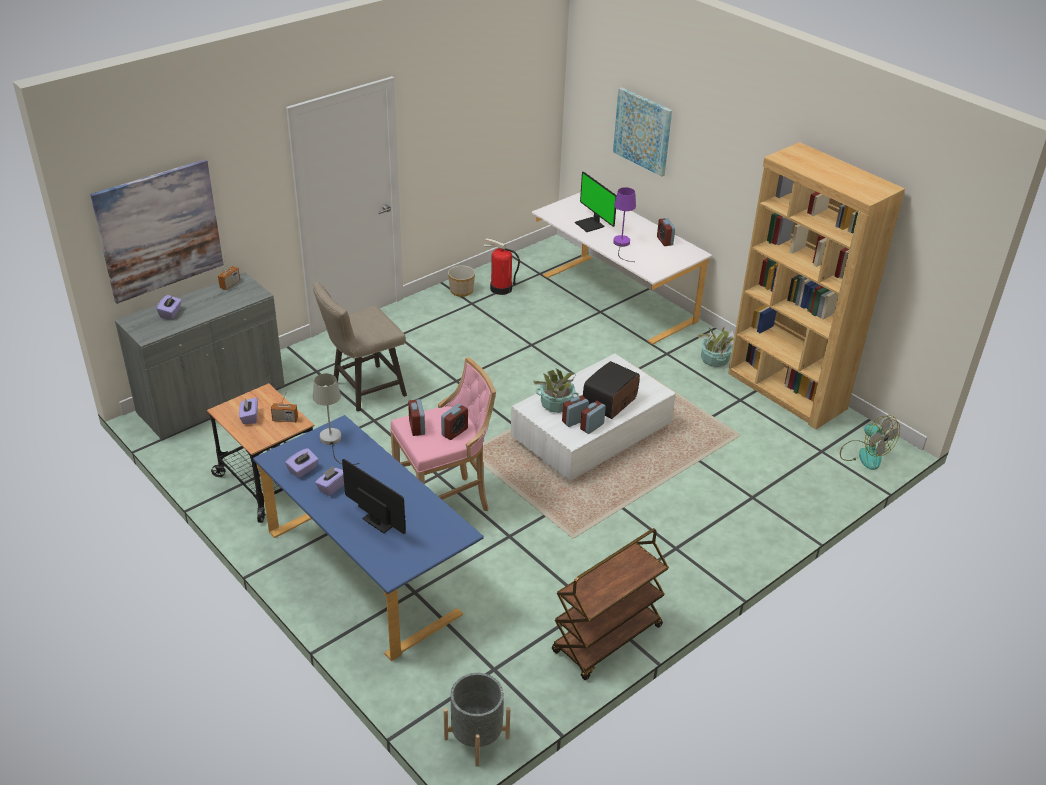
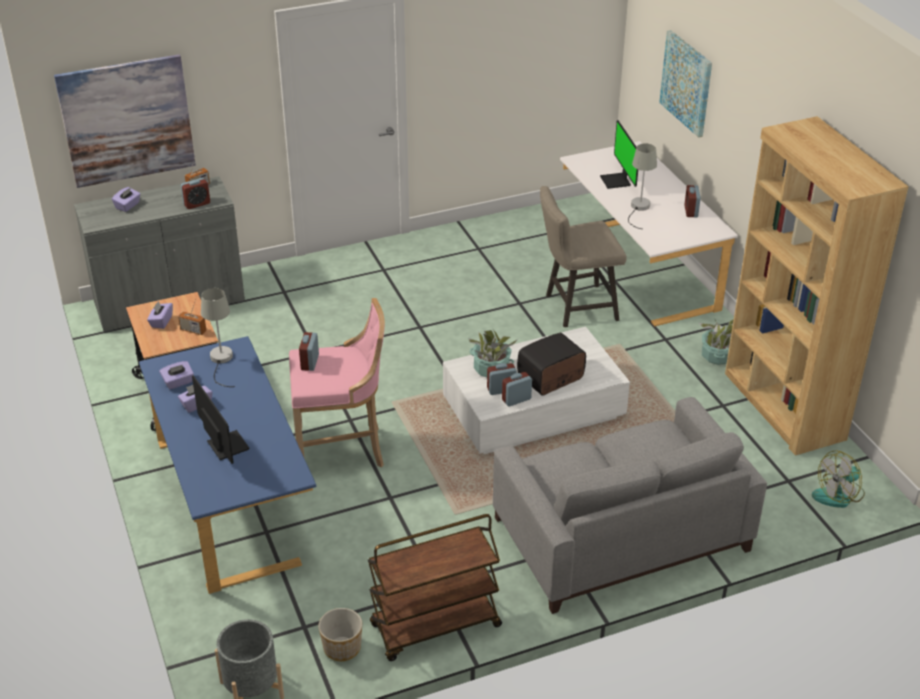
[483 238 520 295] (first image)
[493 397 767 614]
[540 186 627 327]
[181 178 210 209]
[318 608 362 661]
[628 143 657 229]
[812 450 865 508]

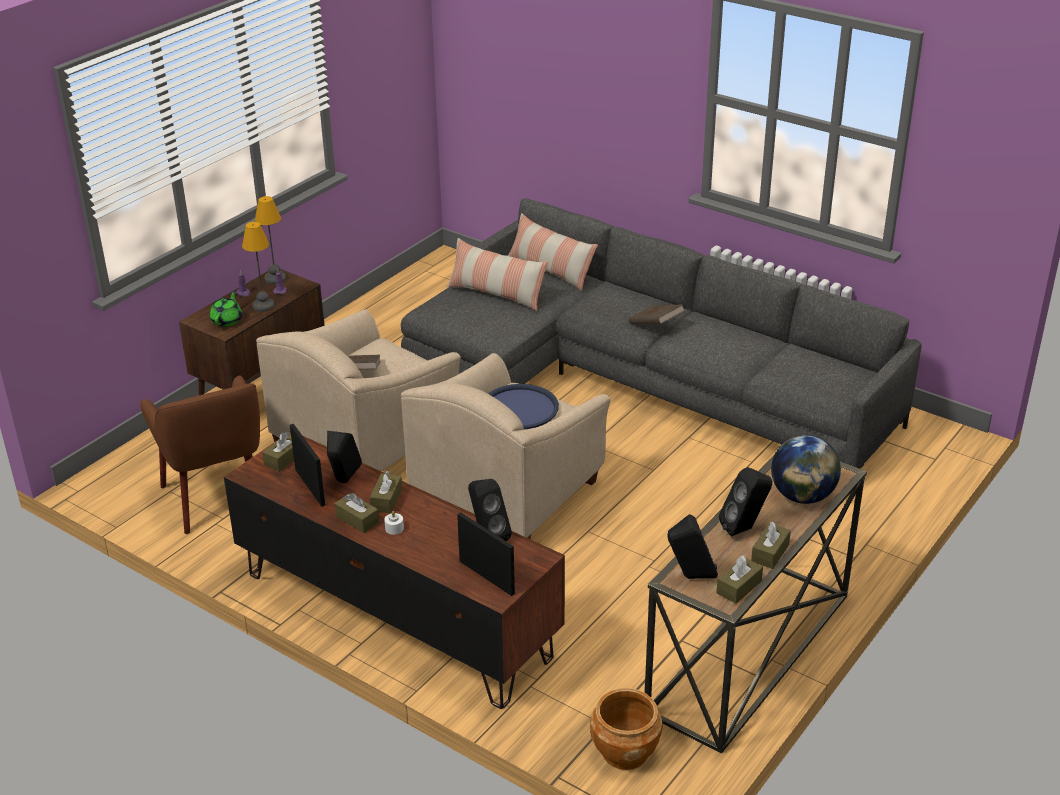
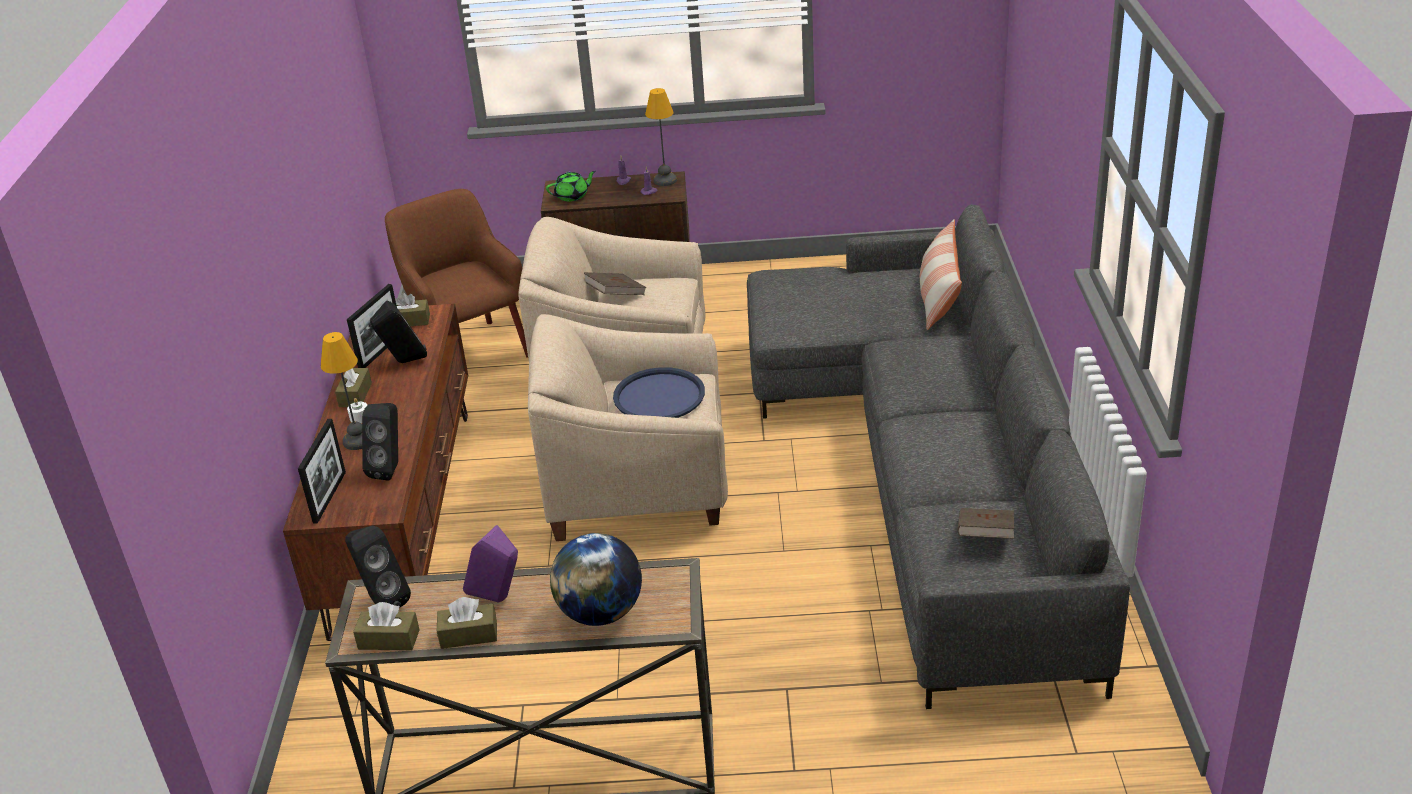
[370 471 402 513] (first image)
[447 238 548 311] (first image)
[590 688 663 770] (first image)
[321 332 362 450]
[957 508 1014 539]
[463 525 518 603]
[385 189 528 358]

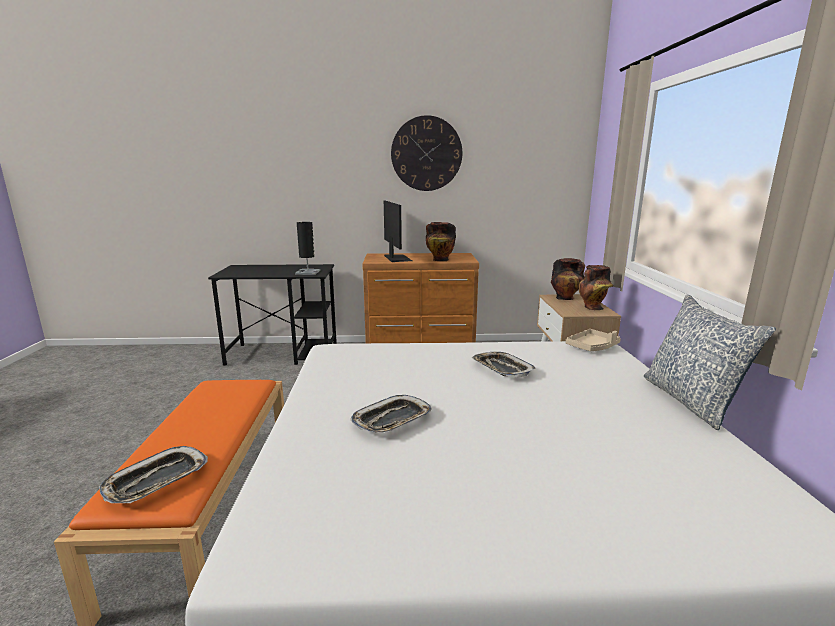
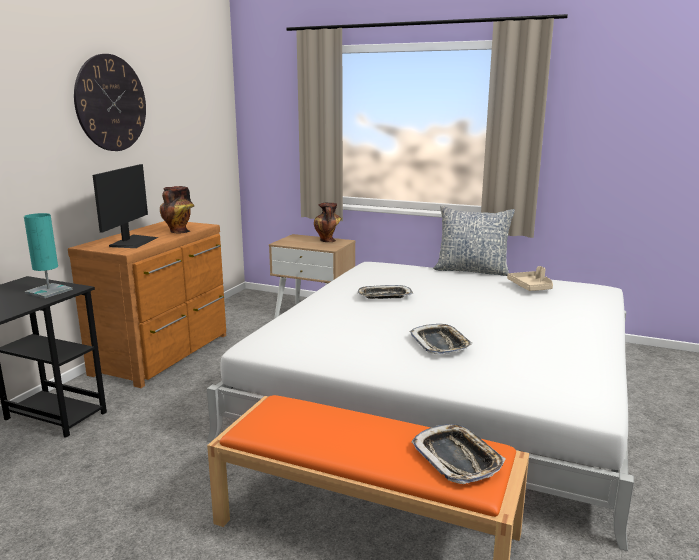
[551 258 585 300] (first image)
[507 266 553 291]
[24 213 73 298]
[93 164 159 248]

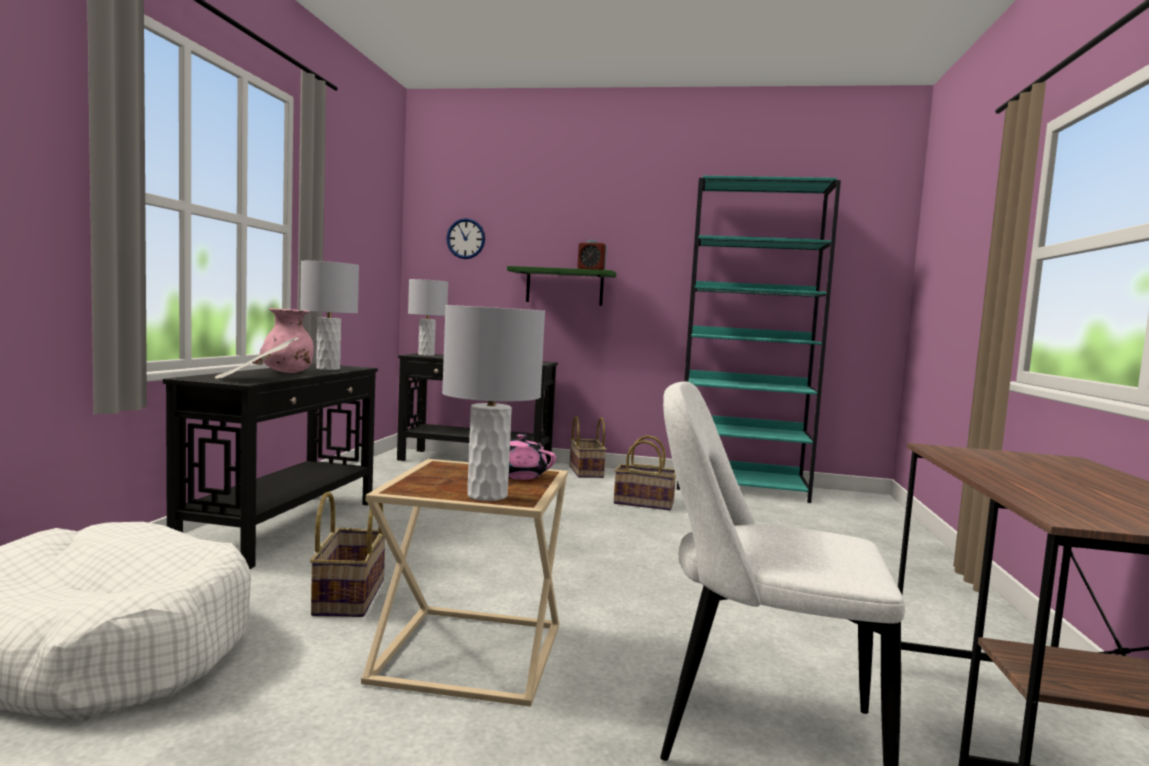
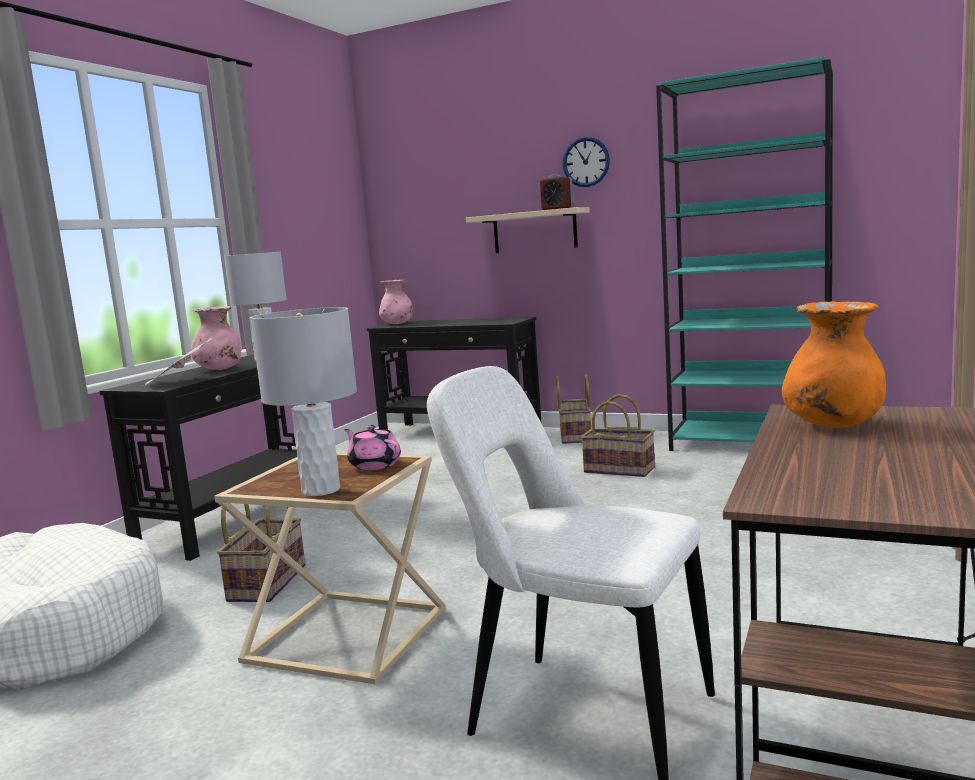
[782 302 886 428]
[563 137 610 187]
[379 279 413 324]
[466 207 590 253]

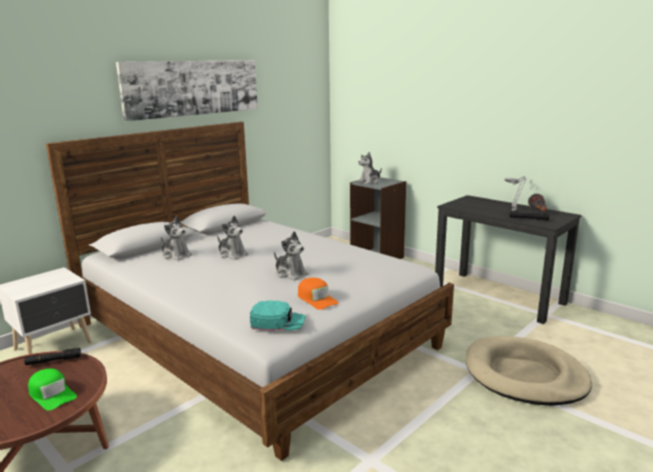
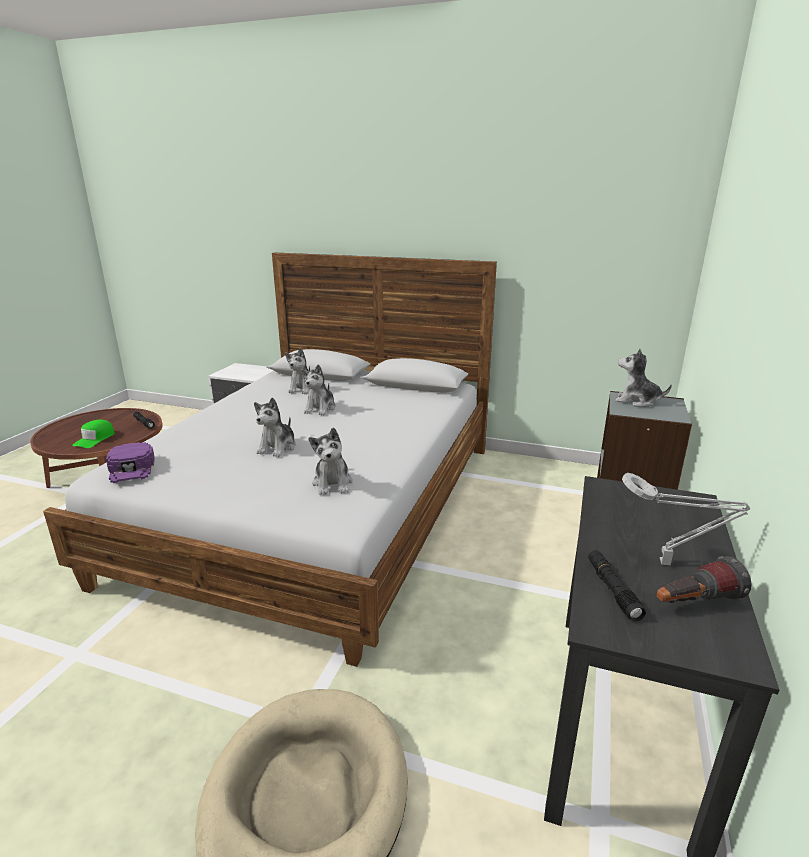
[116 60 258 121] (first image)
[298 278 339 310] (first image)
[309 427 353 495]
[106 442 155 483]

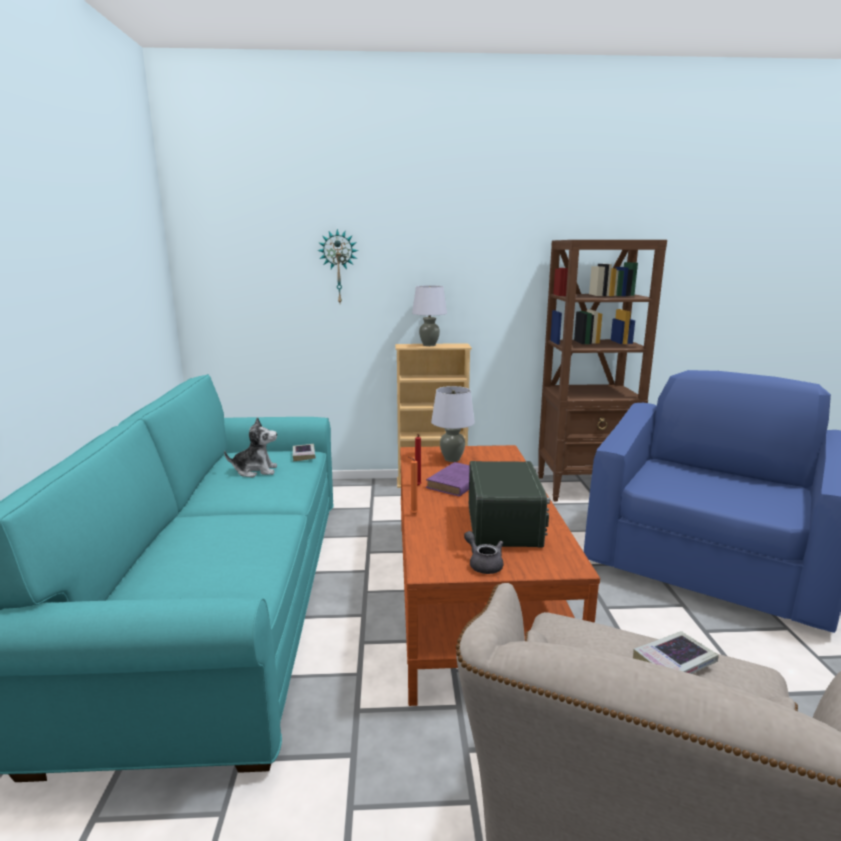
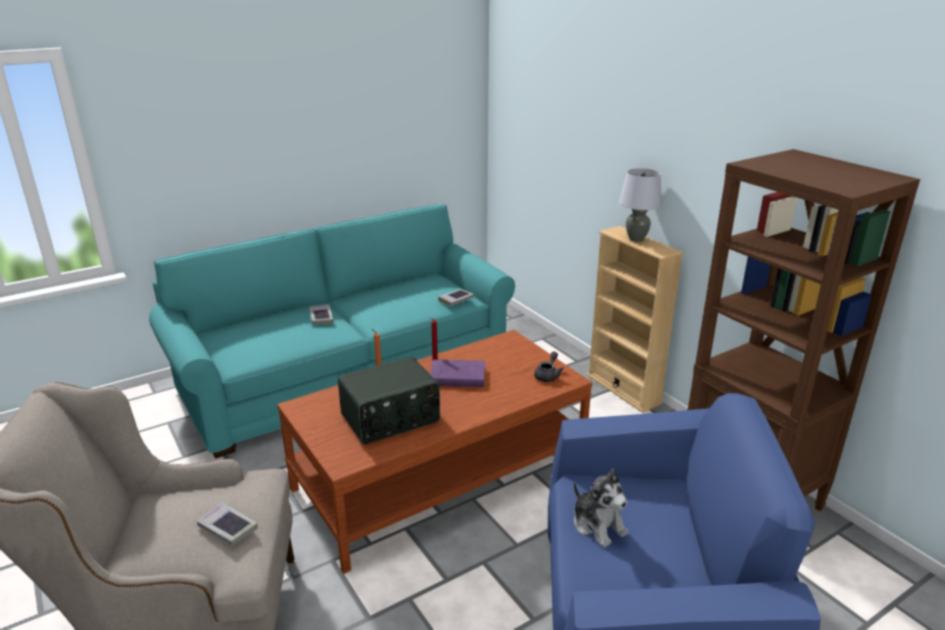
[317 229 359 303] (first image)
[431 386 475 462] (first image)
[309 304 333 324]
[573 469 629 547]
[534 351 564 382]

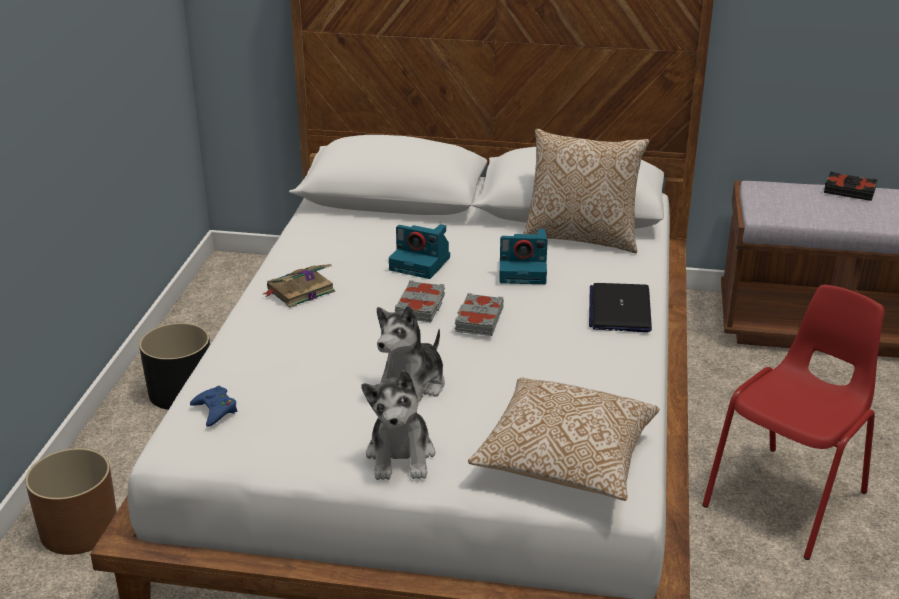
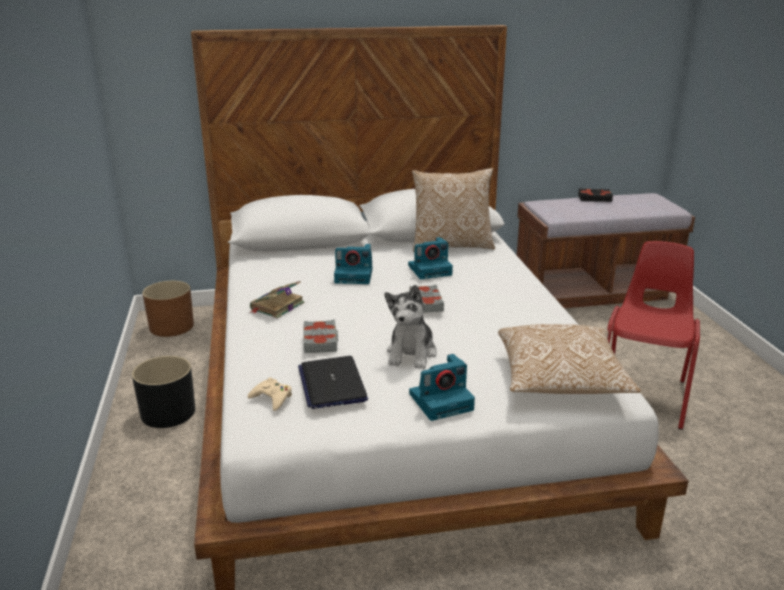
[143 281 194 337]
[303 320 338 353]
[298 356 368 409]
[409 354 475 421]
[247 377 292 411]

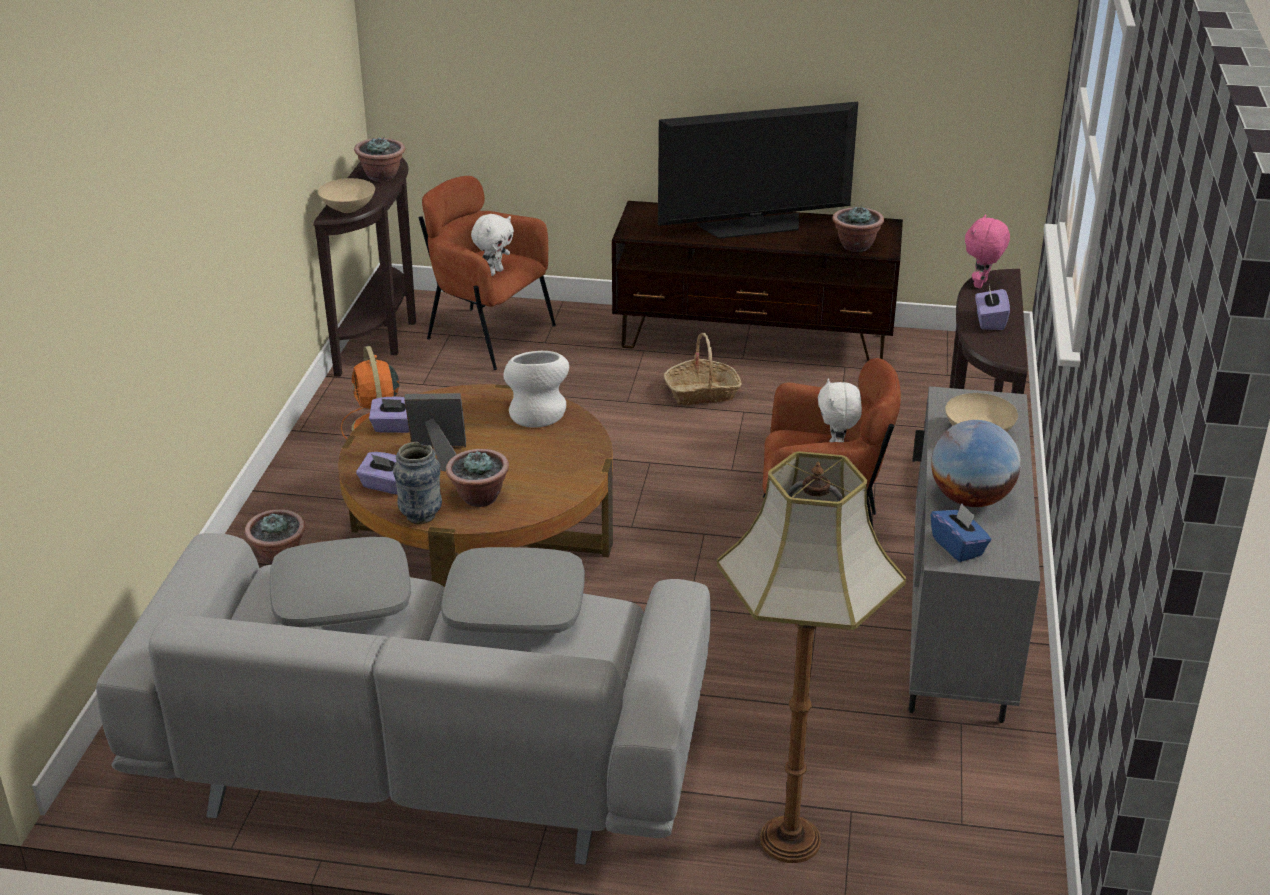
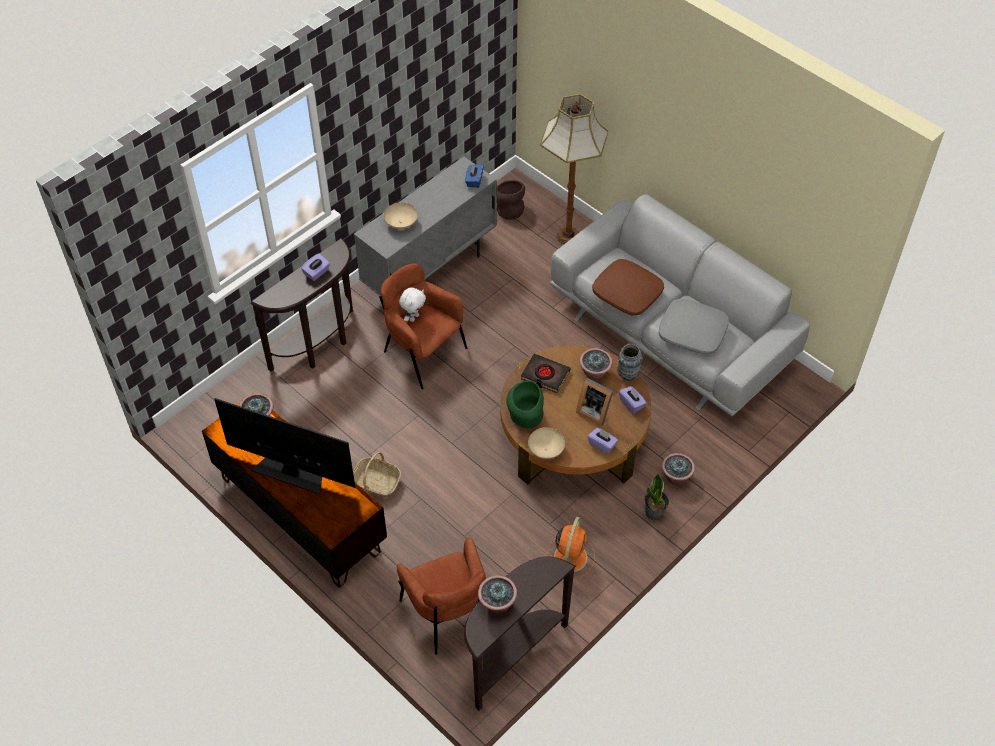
[471 214 514 276] (first image)
[931 420 1021 507] (first image)
[965 214 1010 288] (first image)
[497 180 525 220]
[521 354 570 393]
[644 474 669 520]
[528 427 565 459]
[592 259 664 316]
[506 380 544 428]

